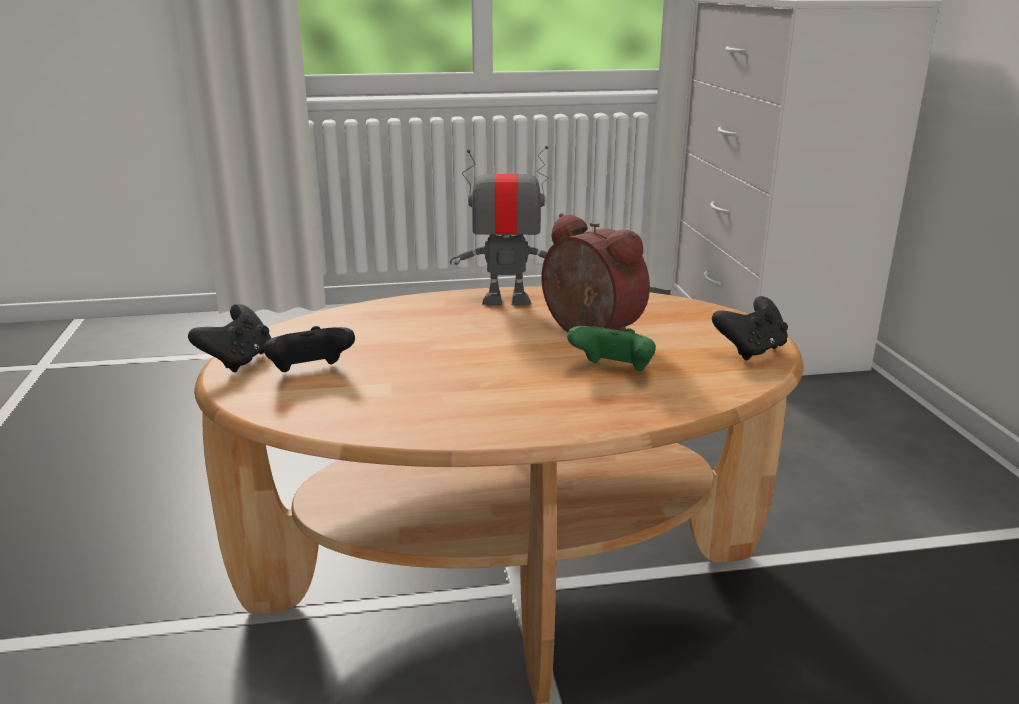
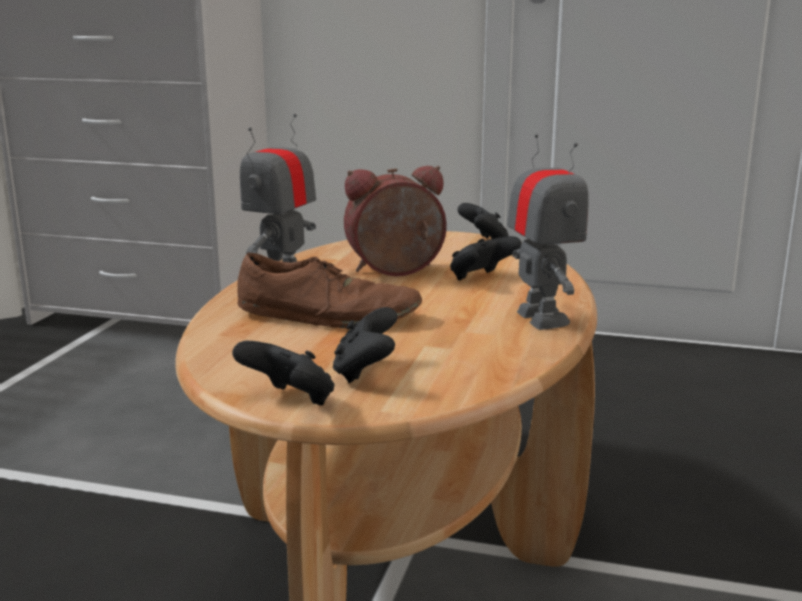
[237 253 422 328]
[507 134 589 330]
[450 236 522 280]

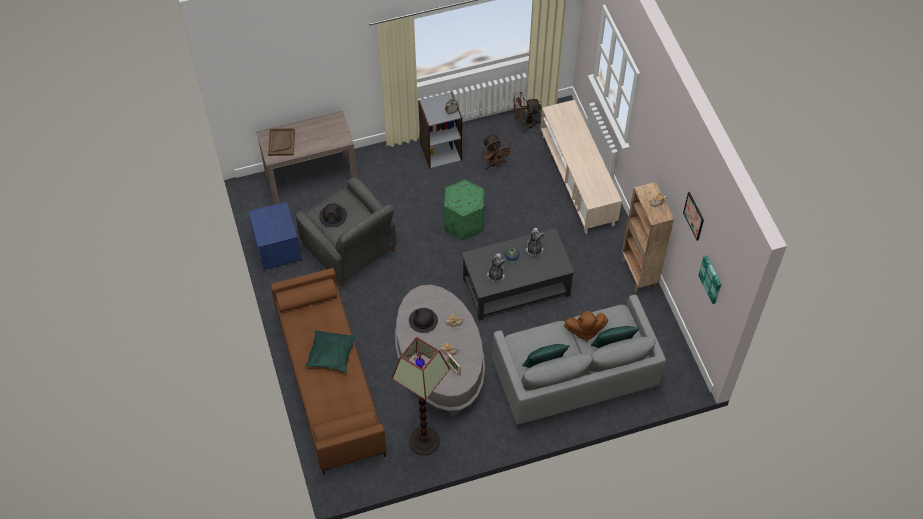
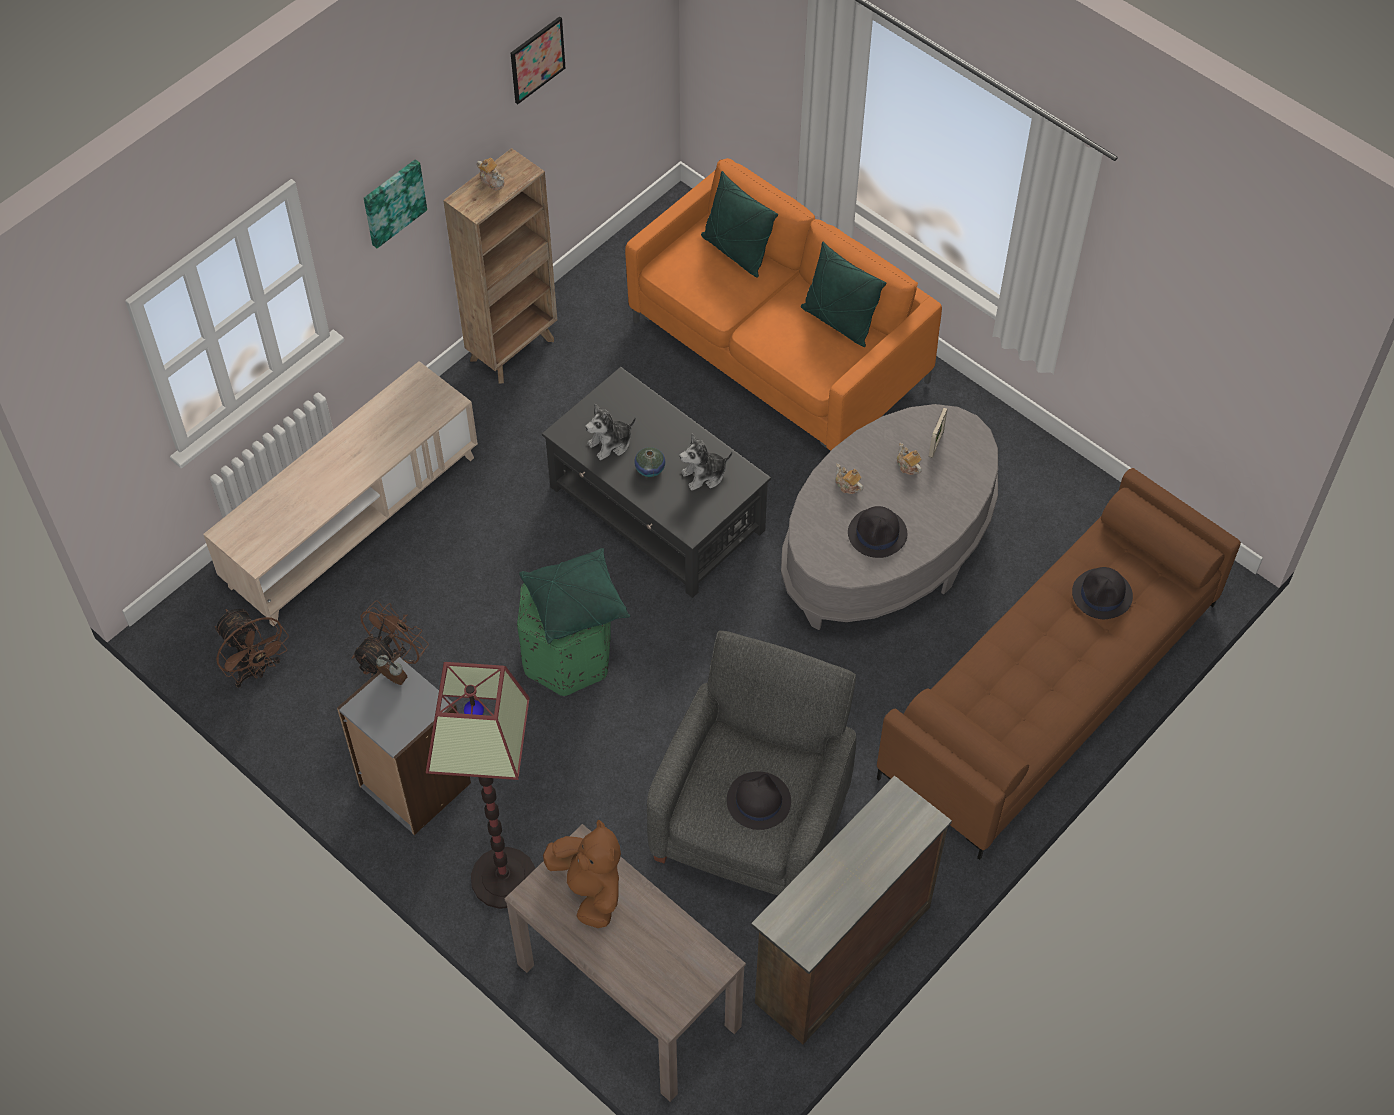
[268 128 295 156] (first image)
[1072 567 1133 619]
[519 548 630 644]
[426 662 535 909]
[543 820 621 928]
[364 159 427 248]
[751 776 952 1044]
[625 158 942 451]

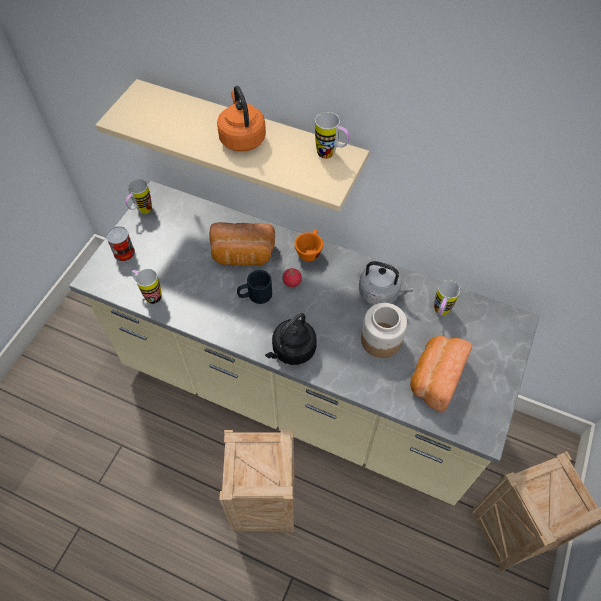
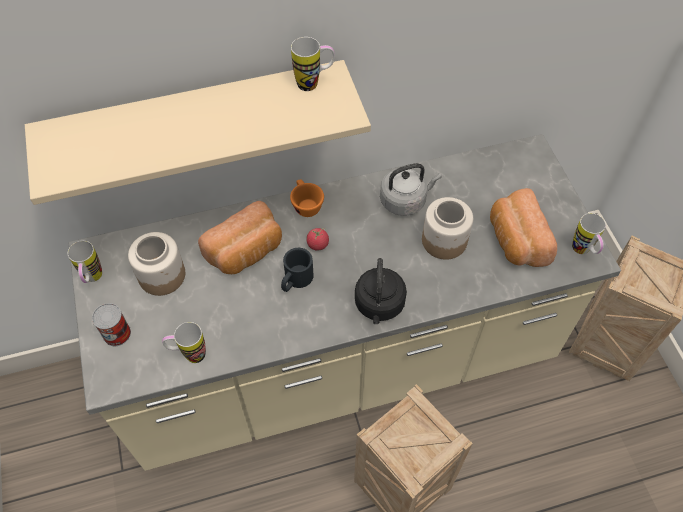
[217 86 266 152] (first image)
[128 232 185 296]
[572 213 606 254]

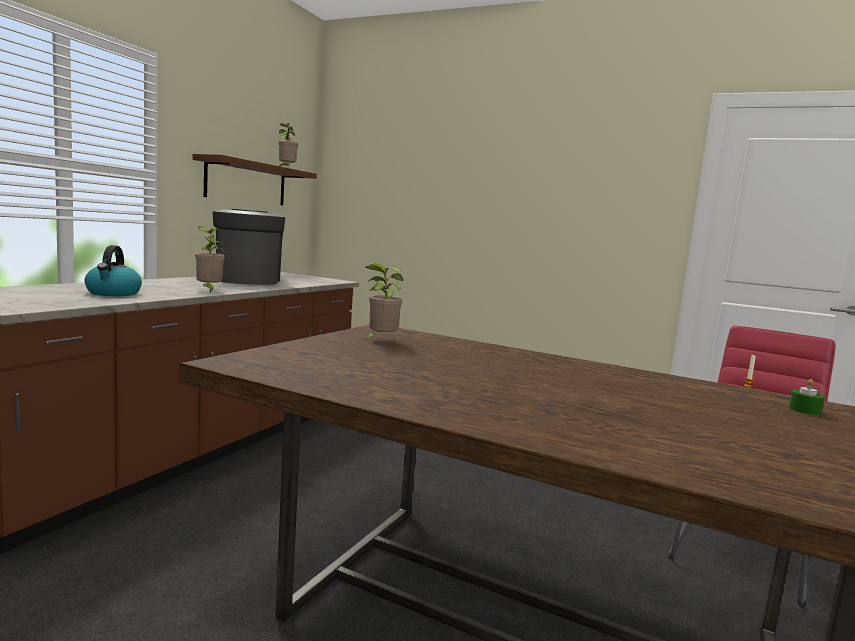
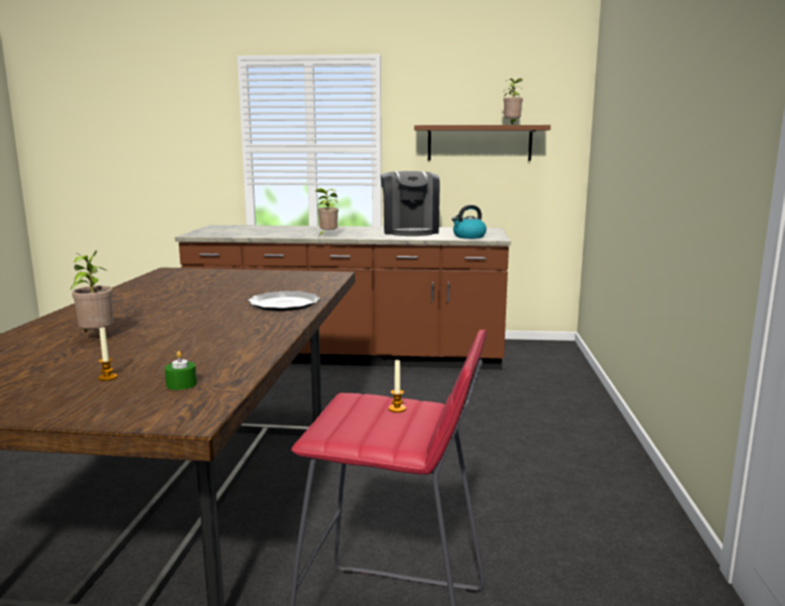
[98 327 117 381]
[248 291 320 311]
[452 205 487 239]
[70 251 114 332]
[381 171 440 236]

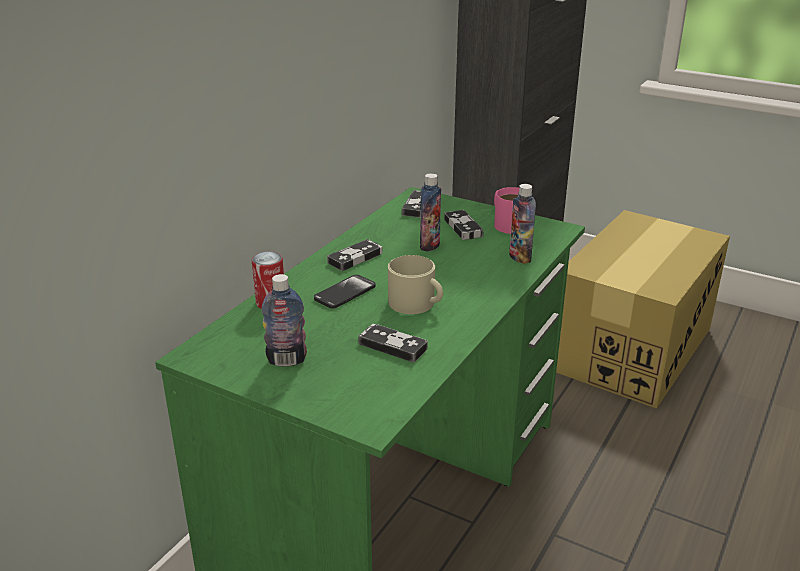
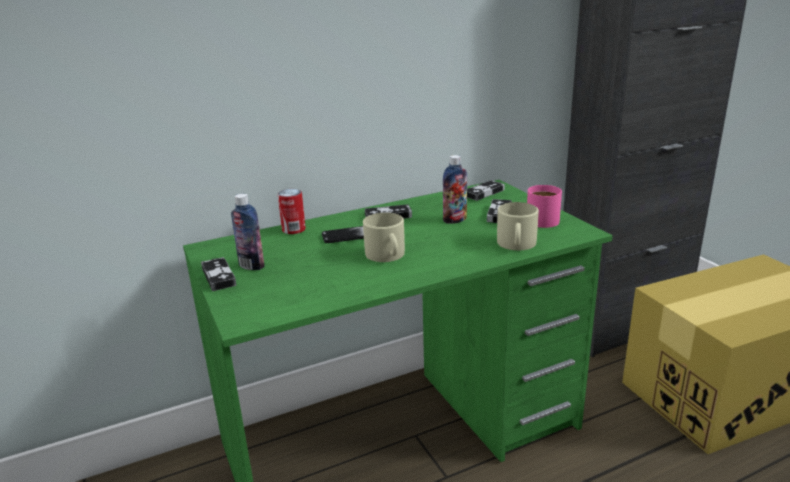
[201 257 236 291]
[497 202 539 250]

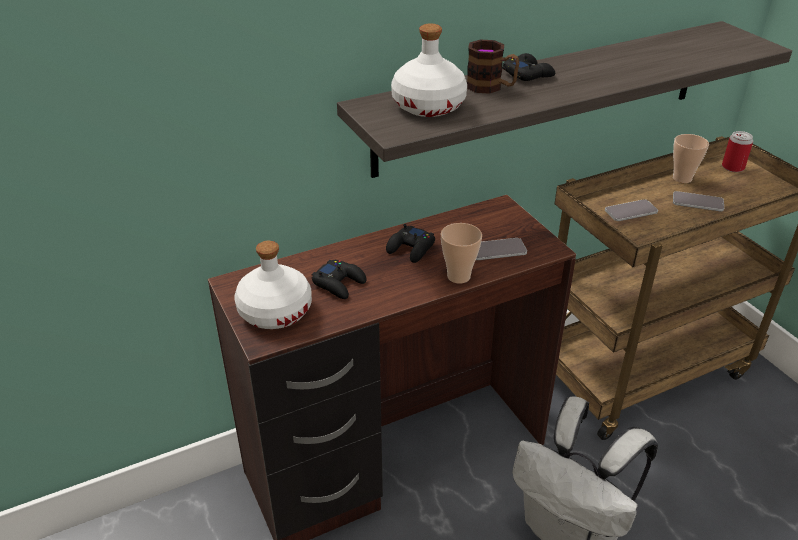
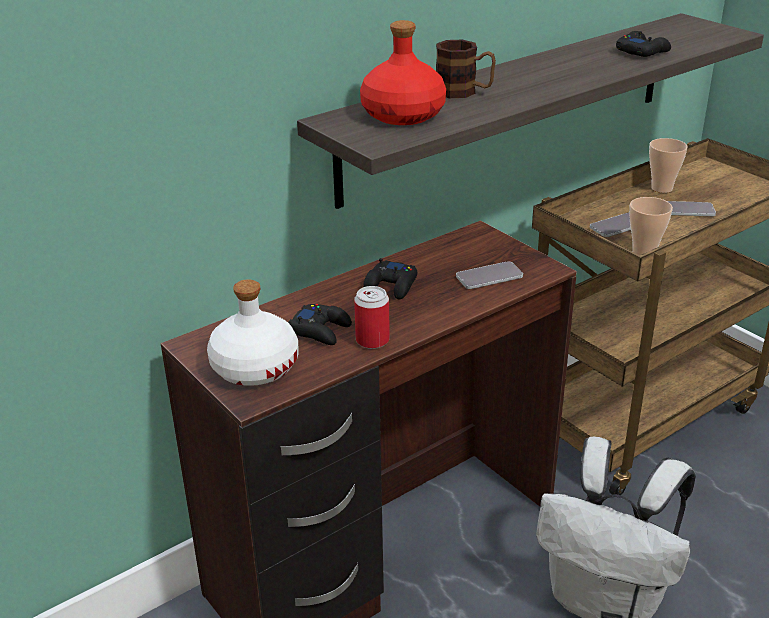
[629 197 673 255]
[616 31 671 57]
[354 286 390 349]
[360 20 446 125]

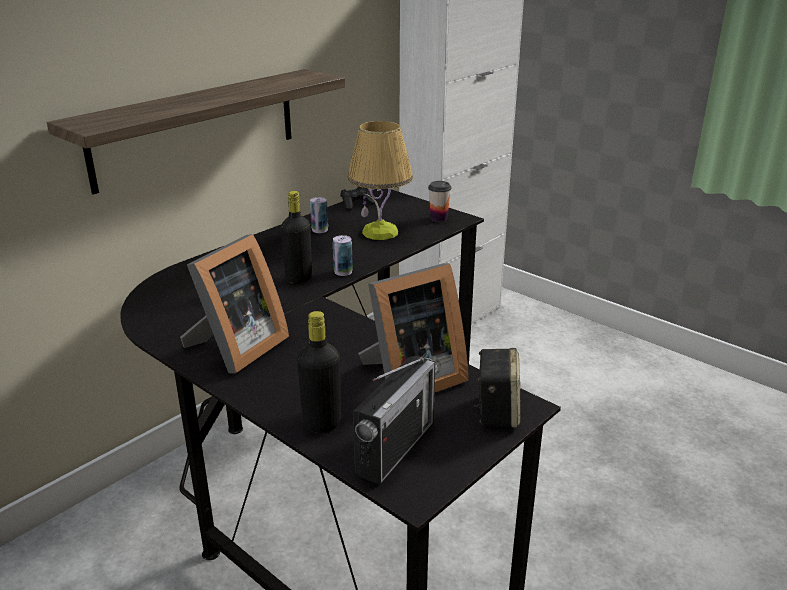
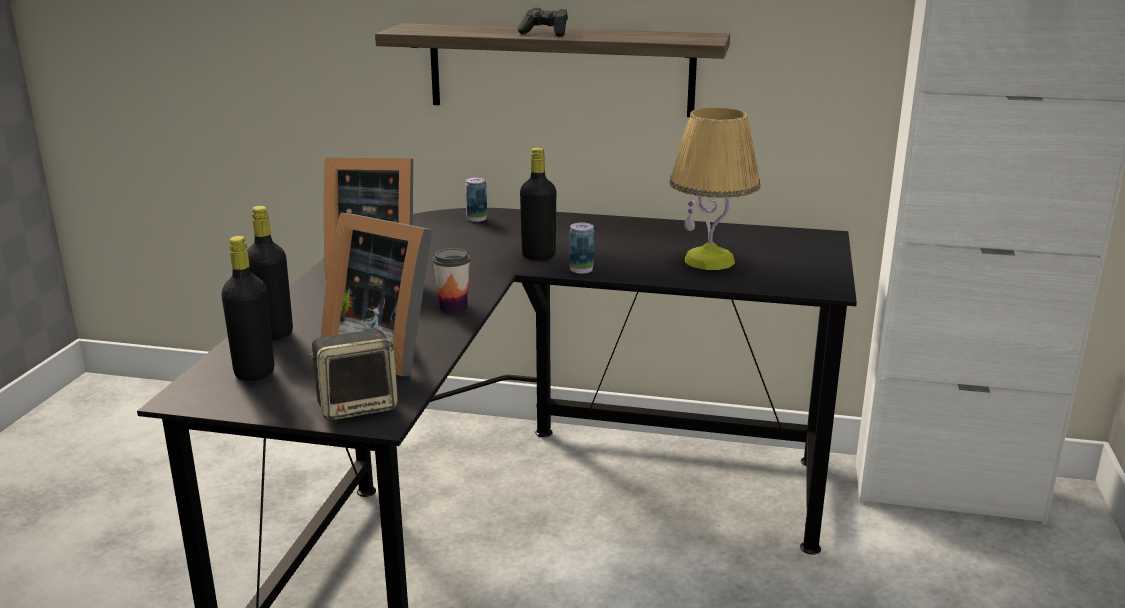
[465 177 487 222]
[518 8 568 37]
[433 248 470 314]
[221 236 274 381]

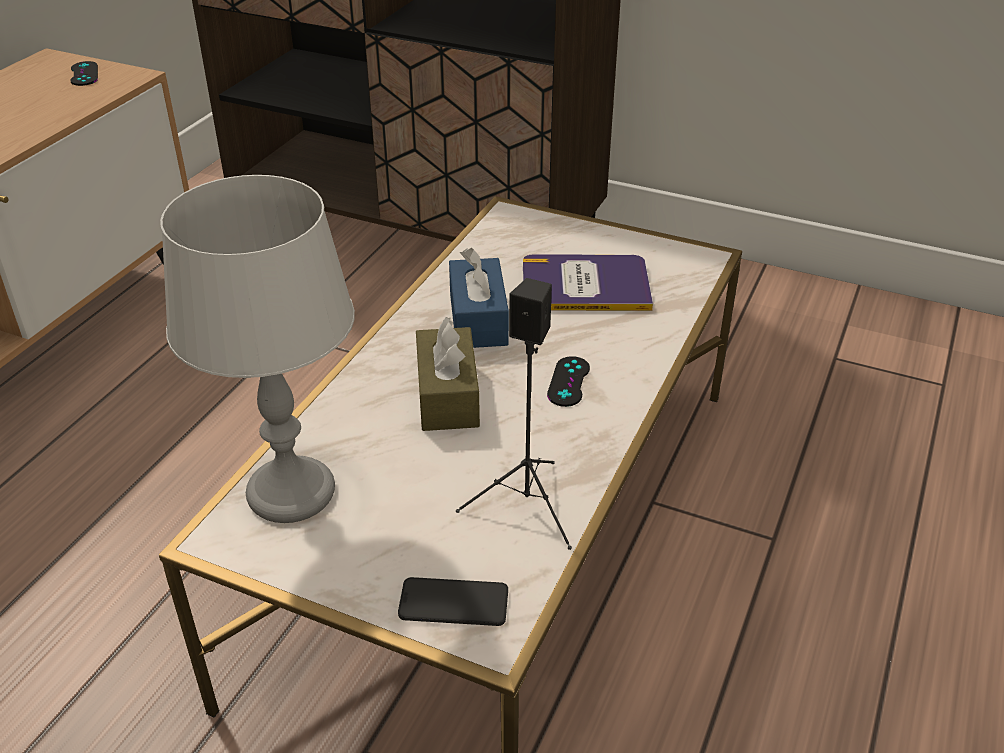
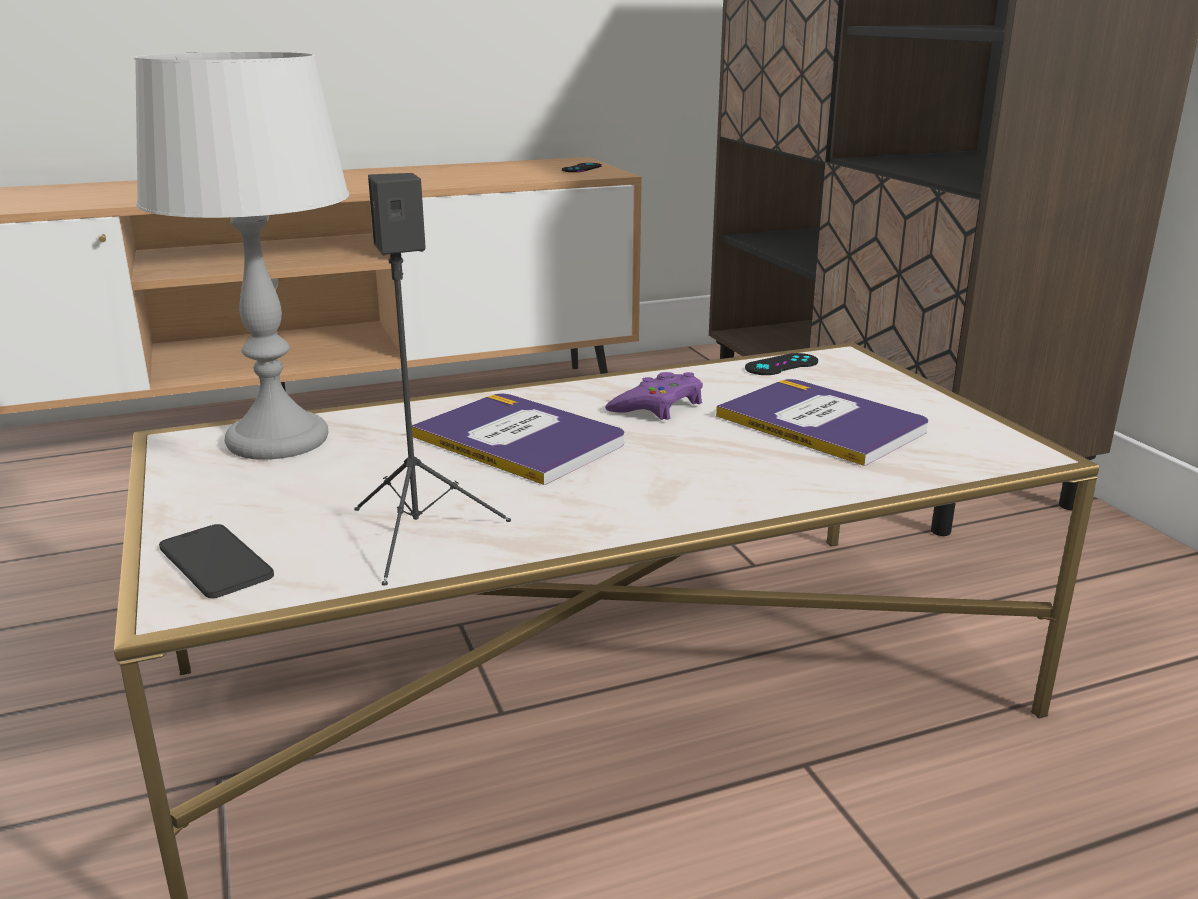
[745 353 818 375]
[412 394 624 485]
[605 372 703 420]

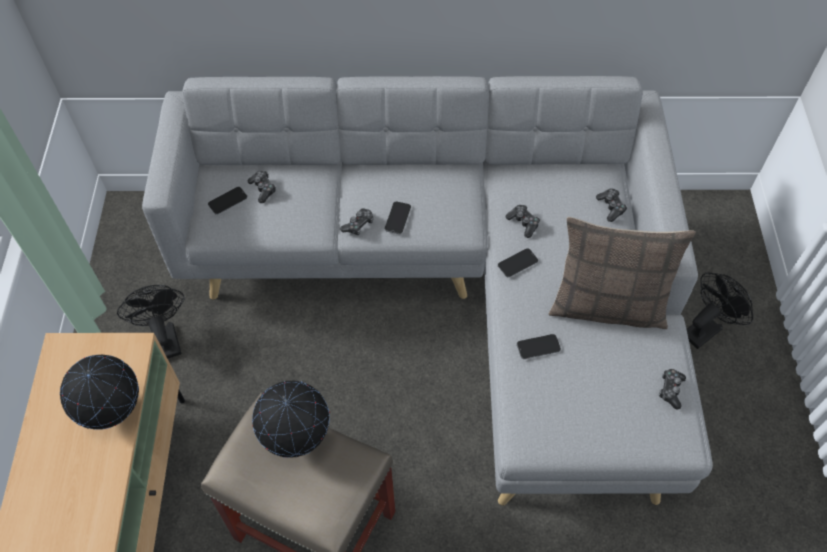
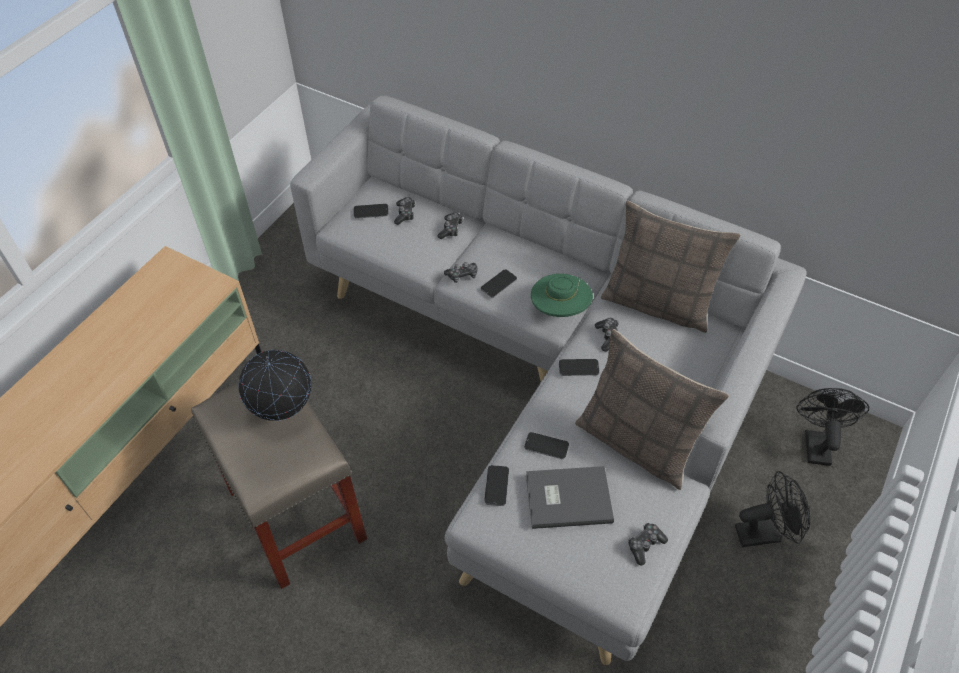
[60 354 139 430] (first image)
[484 465 509 506]
[526 466 614 529]
[531 274 593 317]
[601 201 741 333]
[796 388 869 466]
[438 212 463 239]

